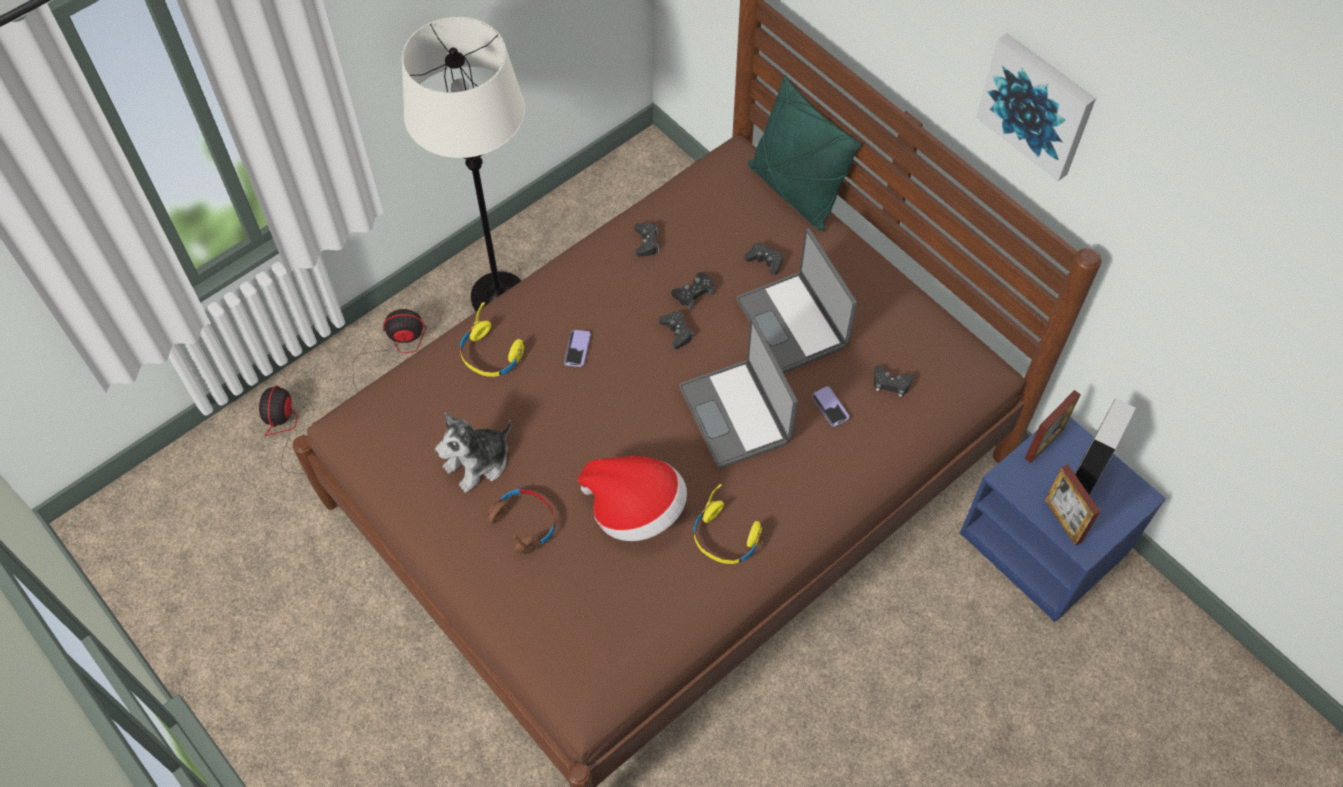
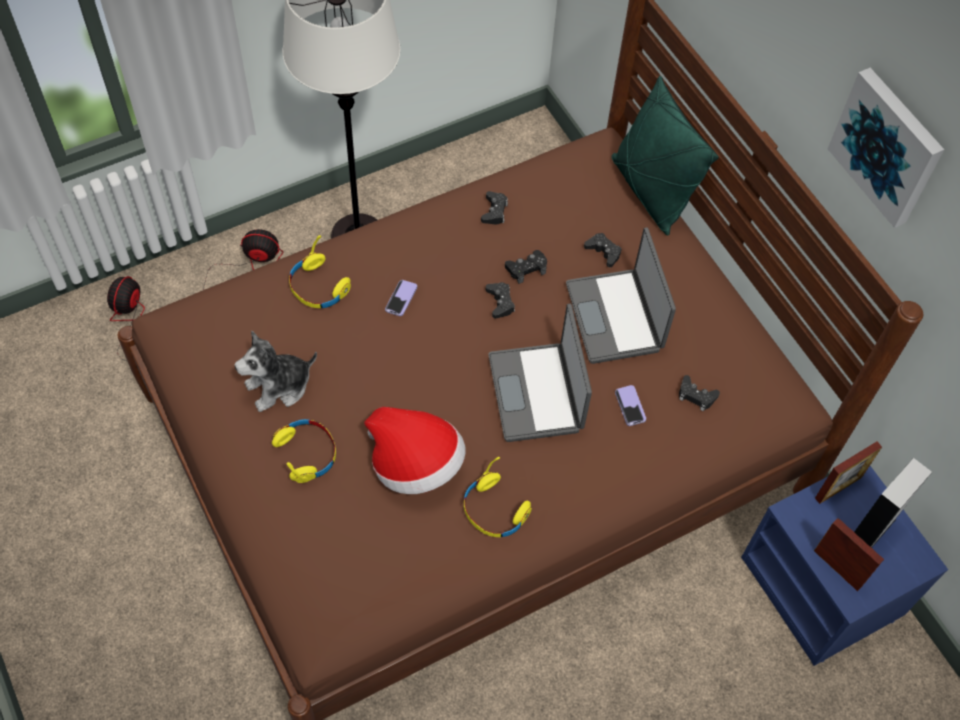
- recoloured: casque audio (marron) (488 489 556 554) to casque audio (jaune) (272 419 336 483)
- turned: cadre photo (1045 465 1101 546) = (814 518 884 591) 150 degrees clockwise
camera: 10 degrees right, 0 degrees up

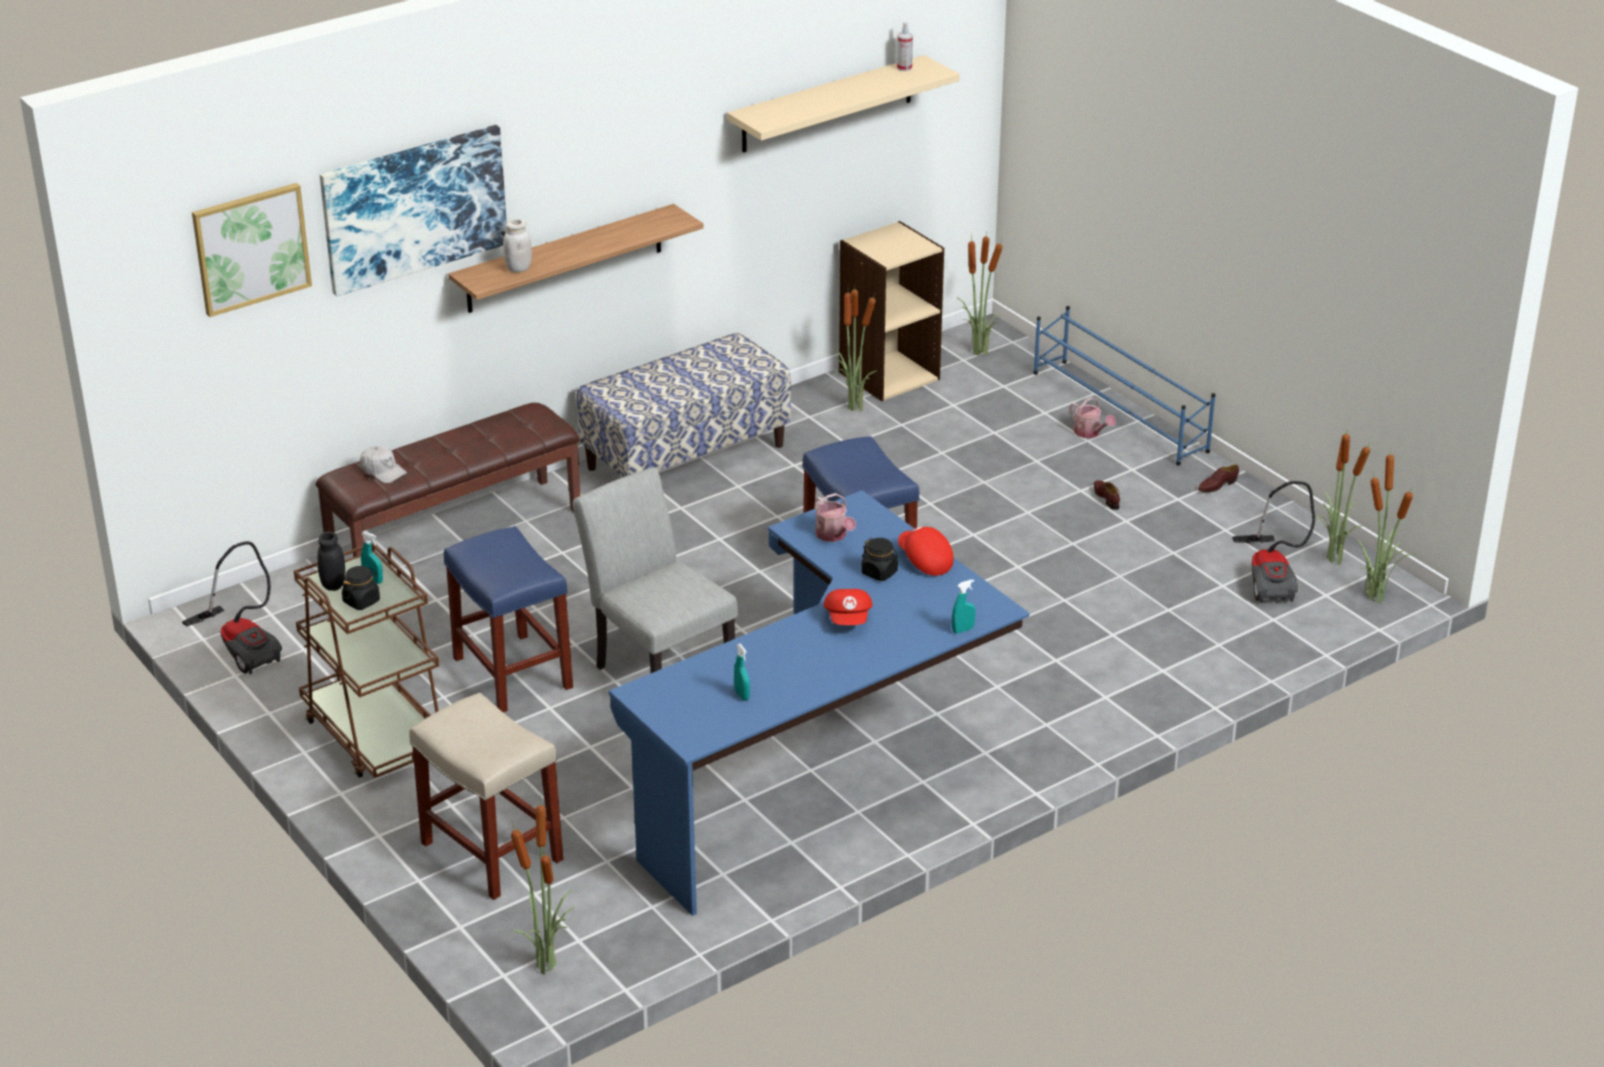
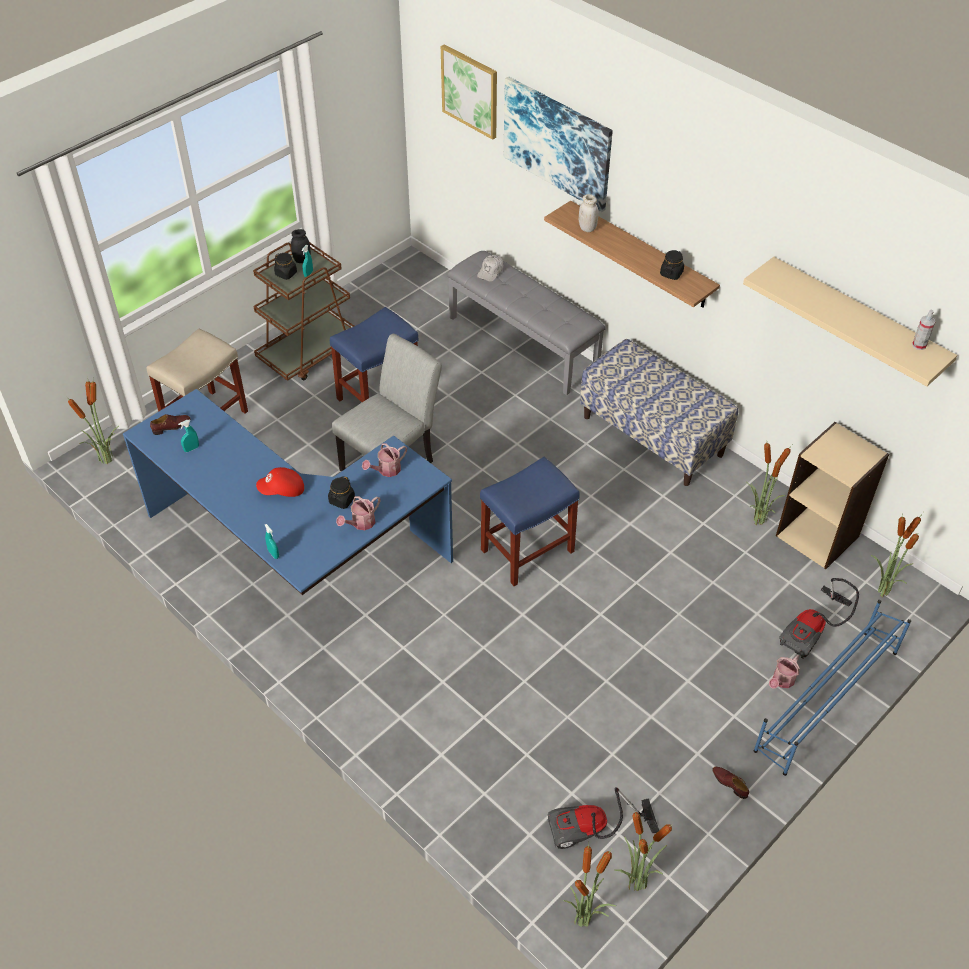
- added: bocal (noir) (660 250 684 280)
- moved: aspirateur (182 541 282 674) to (779 578 859 659)
- moved: chaussure (marron) (1094 480 1120 510) to (150 414 190 435)
- replaced: casquette (rouge) (898 526 954 576) to arrosoir (336 496 380 530)
- recoloured: banc (marron) (315 403 580 557) to banc (gris) (447 251 606 395)
camera: 80 degrees right, 15 degrees up

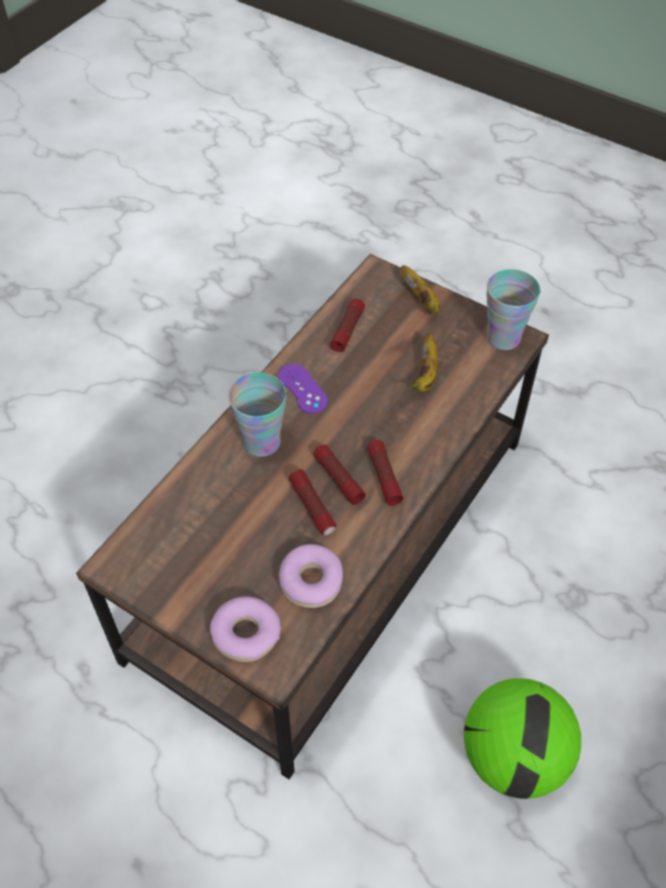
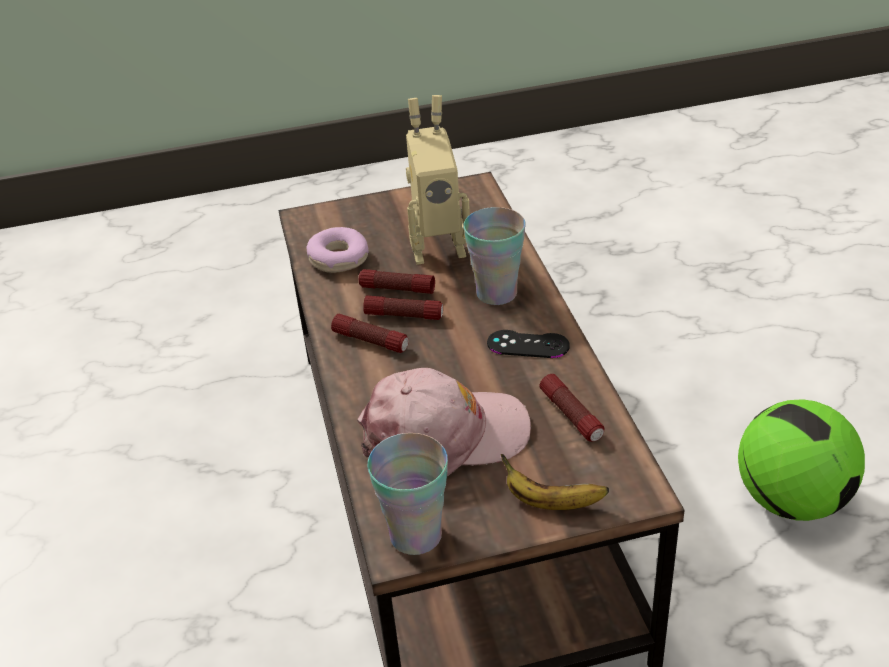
- removed: beignet (210 596 281 662)
- added: robot jouet (406 95 470 265)
- moved: ballon de foot (464 678 581 799) to (738 400 865 521)
- replaced: banane (407 333 438 392) to casquette (rose) (357 368 531 476)
- recoloured: manette (violet) (278 364 328 414) to manette (noir) (487 330 570 358)
camera: 135 degrees right, 15 degrees down

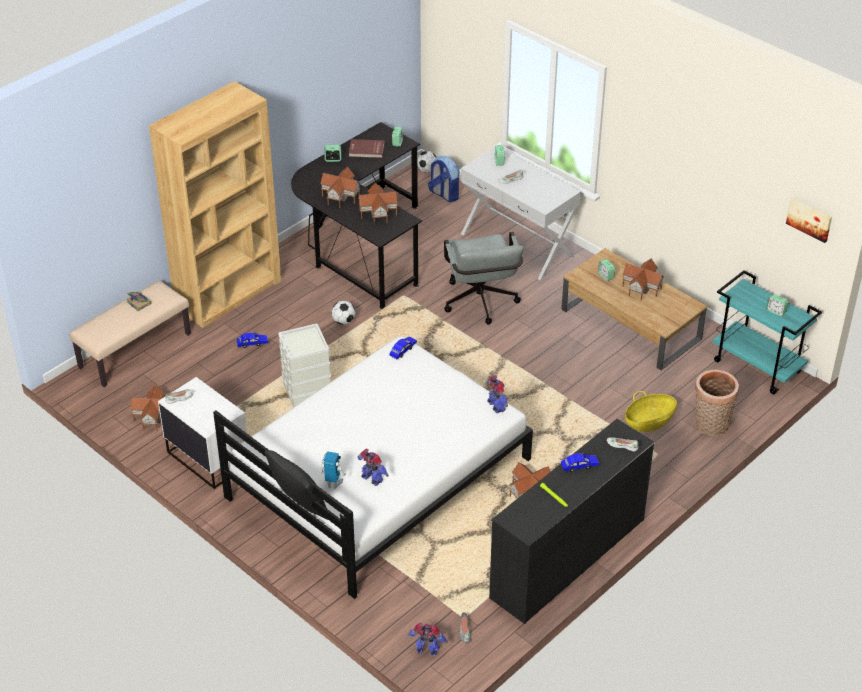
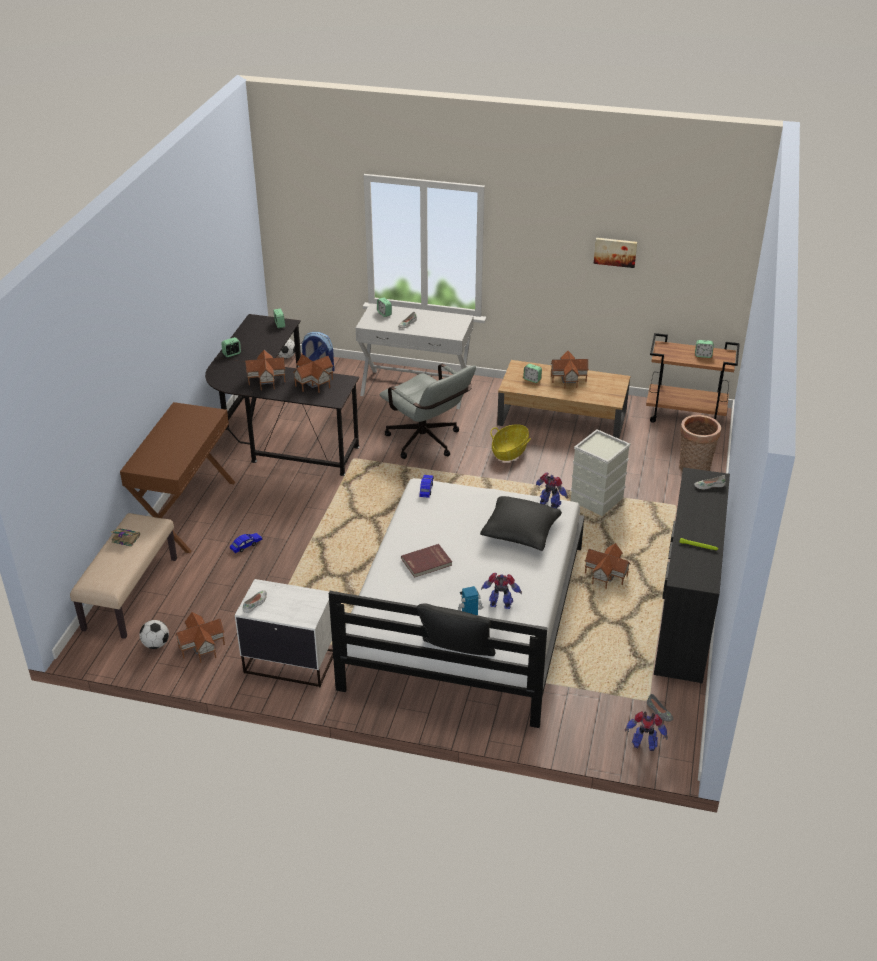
- removed: petite voiture (bleu) (561 453 599 472)
- added: coussin (noir) (480 496 562 551)
- moved: boîte de rangement (gris) (278 324 331 407) to (571 429 630 516)
- moved: ballon de foot (331 301 356 325) to (139 620 169 649)
- moved: livre (rouge) (349 139 384 158) to (401 544 452 578)
- moved: panier (625 391 677 432) to (490 424 531 461)
- moved: tableau (786 198 832 243) to (594 238 637 268)
- replaced: bibliothèque (marron) (149 81 281 328) to table console (marron) (120 402 235 553)
- recoloured: chariot (turquoise) (712 270 822 394) to chariot (marron) (646 333 740 425)
- turned: robot jouet (408 623 448 656) = (625 711 668 751) 150 degrees counterclockwise
camera: 30 degrees left, 5 degrees down

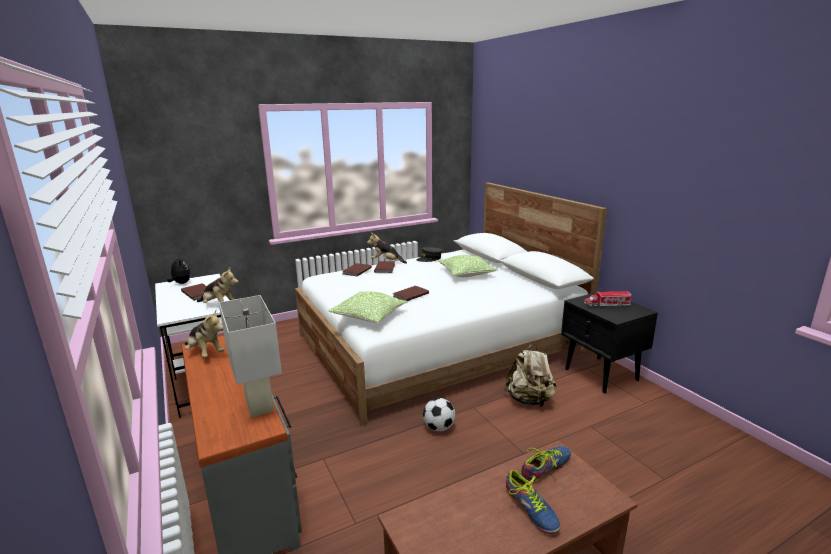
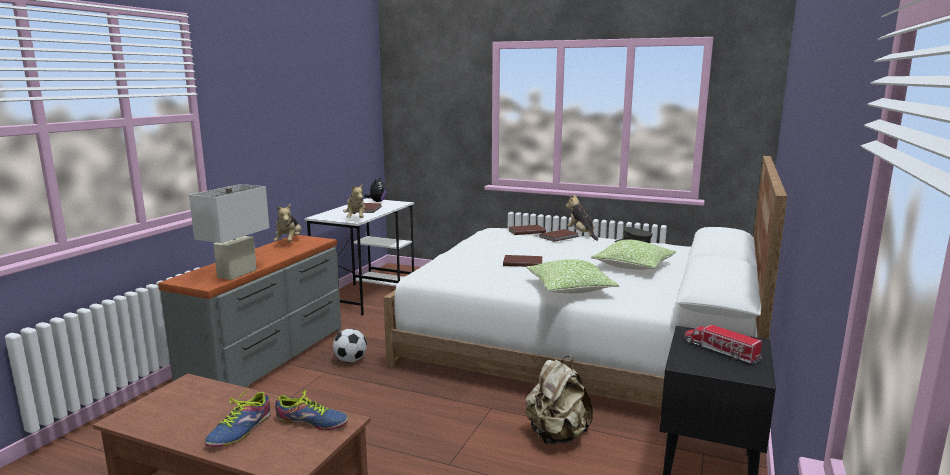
- moved: coussin (328 291 408 323) to (526 259 620 293)
- moved: ballon de foot (423 398 455 432) to (333 329 367 362)
camera: 50 degrees right, 5 degrees down

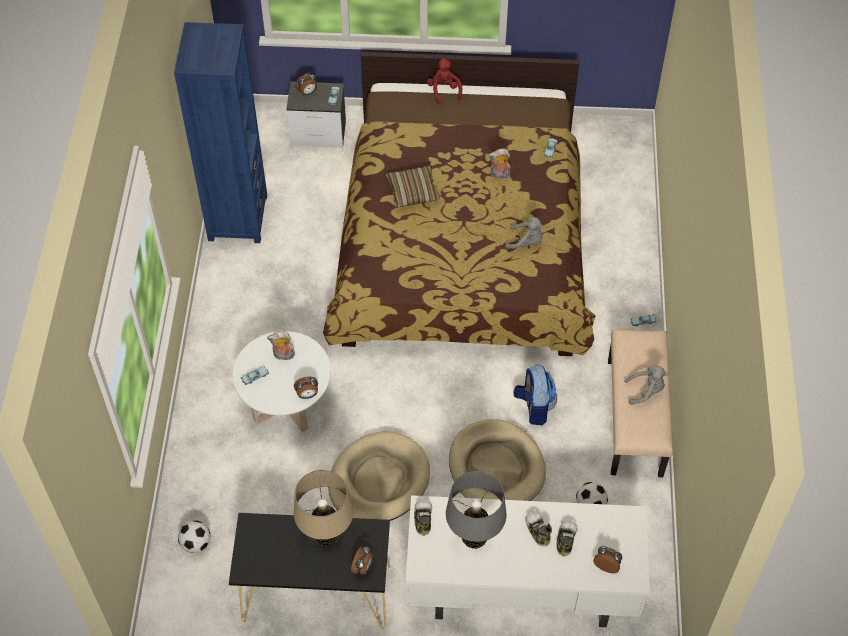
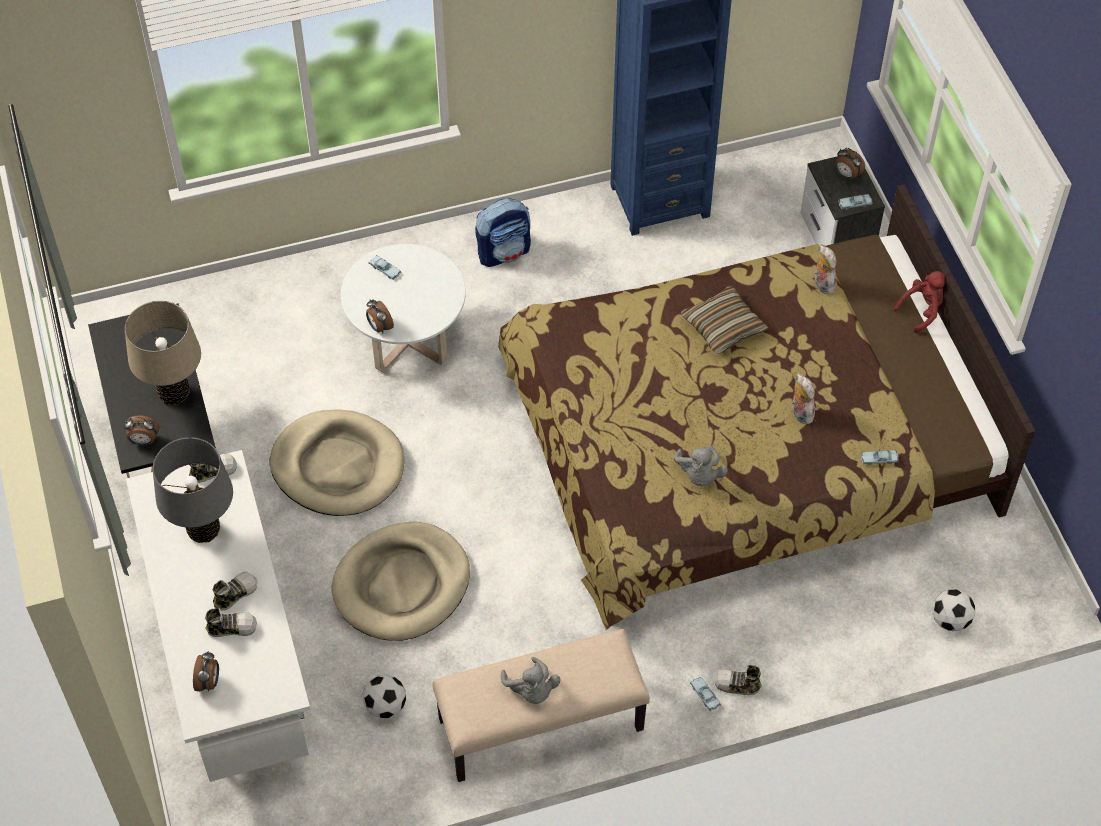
- added: chaussure (714 665 762 695)
- moved: ballon de foot (178 520 210 553) to (933 589 975 631)
- moved: peluche (267 331 295 360) to (814 244 837 294)
- moved: sac à dos (513 364 557 425) to (475 198 531 267)
camera: 70 degrees right, 0 degrees up

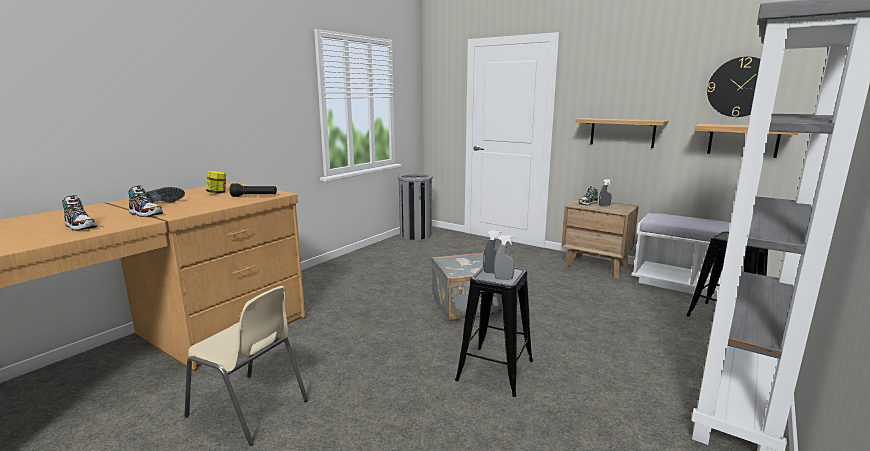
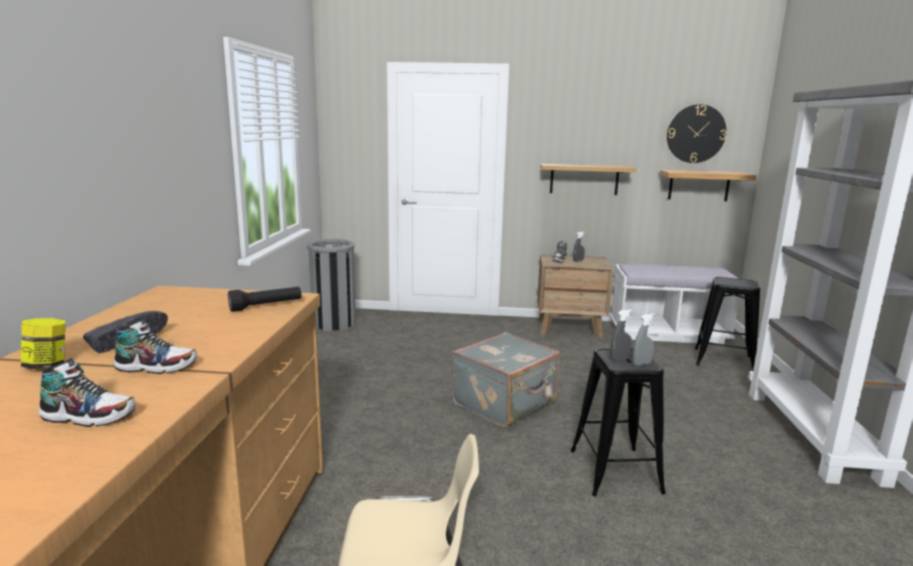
- moved: bocal (206 171 226 193) to (21 318 66 369)
camera: 30 degrees left, 0 degrees up

